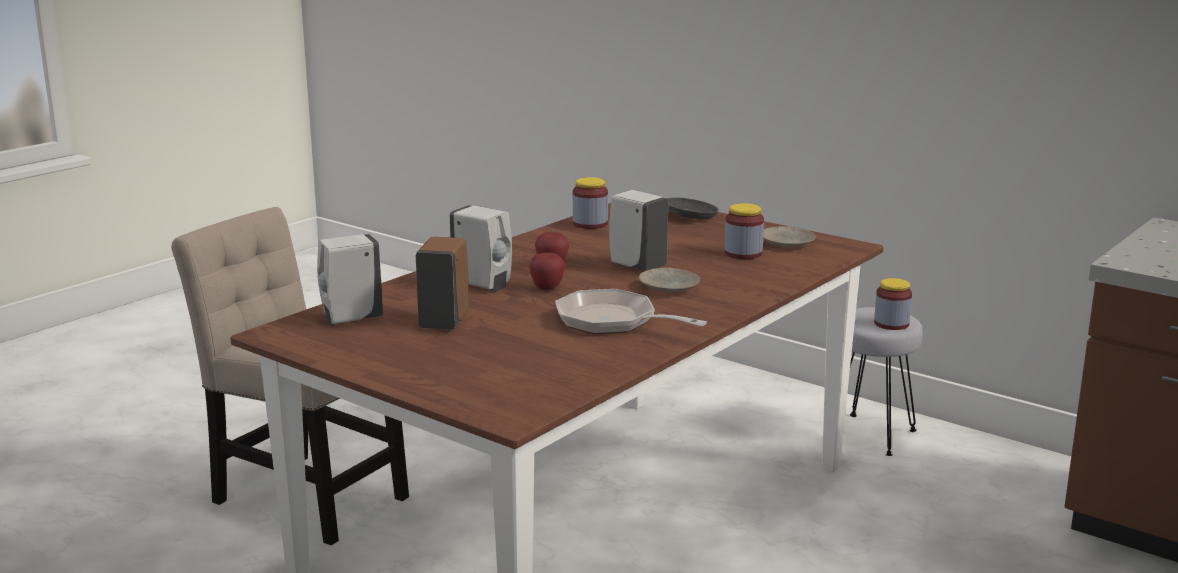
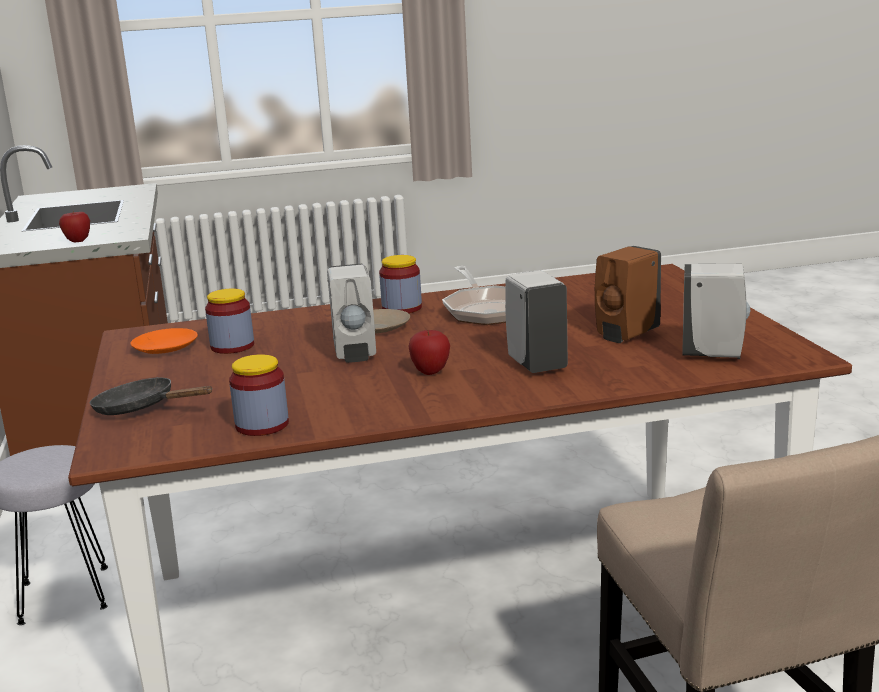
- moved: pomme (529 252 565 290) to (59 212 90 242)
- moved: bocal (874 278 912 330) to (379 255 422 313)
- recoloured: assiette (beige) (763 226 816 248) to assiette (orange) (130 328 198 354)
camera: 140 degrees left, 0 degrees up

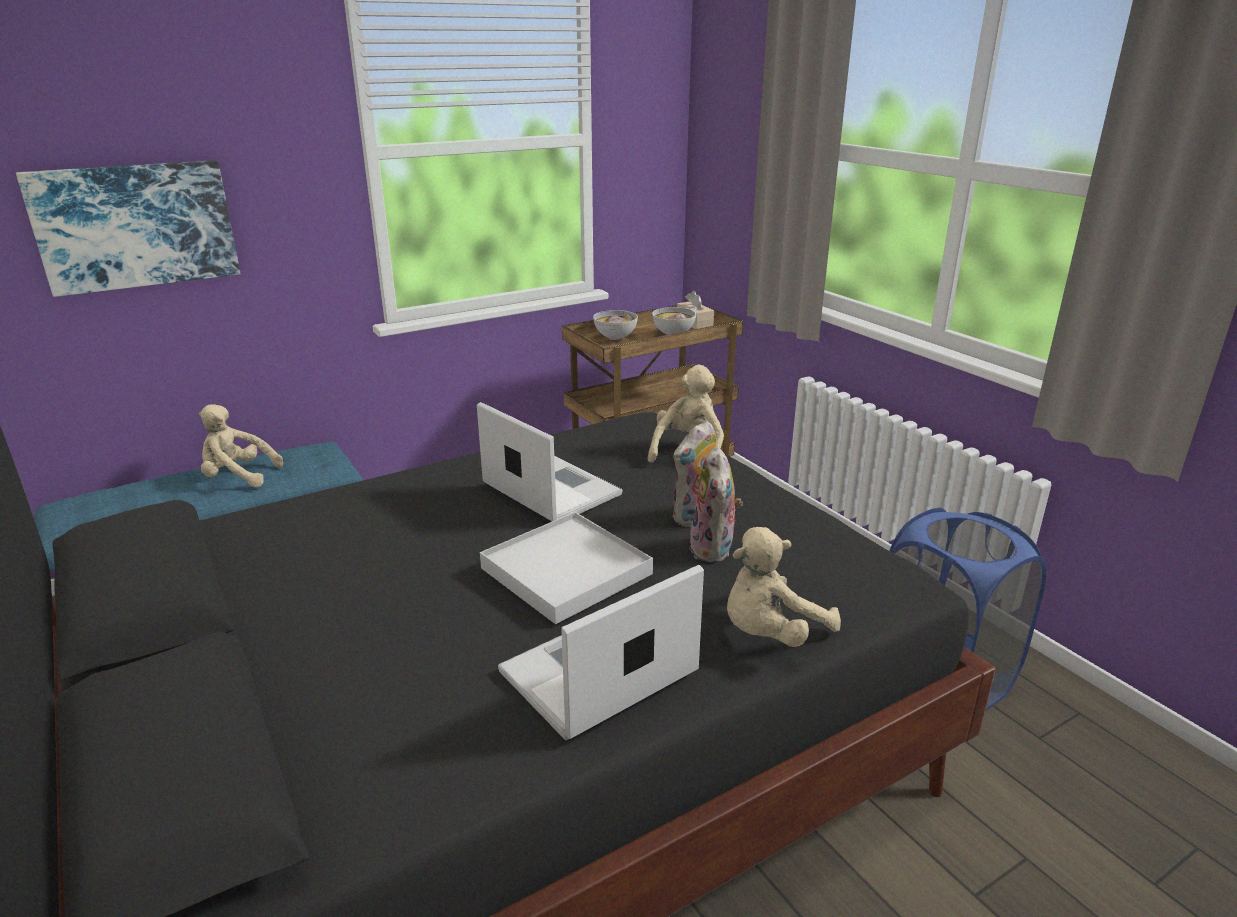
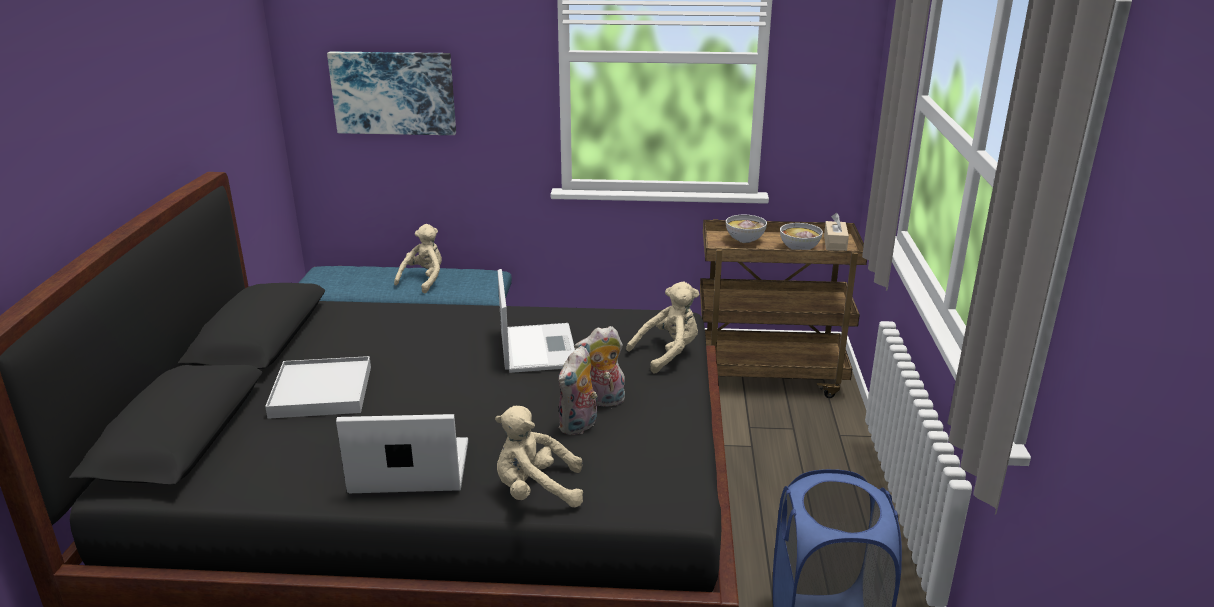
- moved: plateau (blanc) (480 512 653 624) to (265 356 371 419)
- turned: peluche (beige) (199 404 283 487) = (394 224 442 293) 75 degrees clockwise
camera: 35 degrees right, 0 degrees up

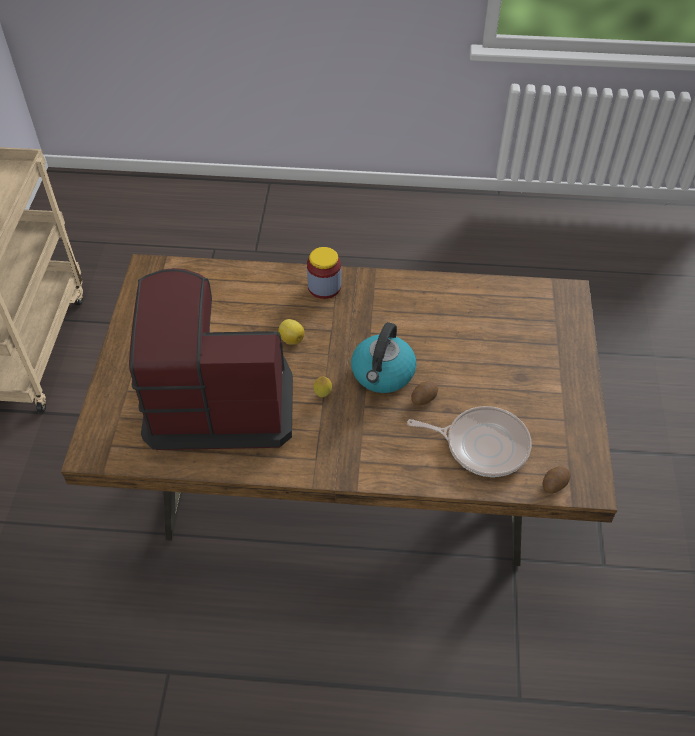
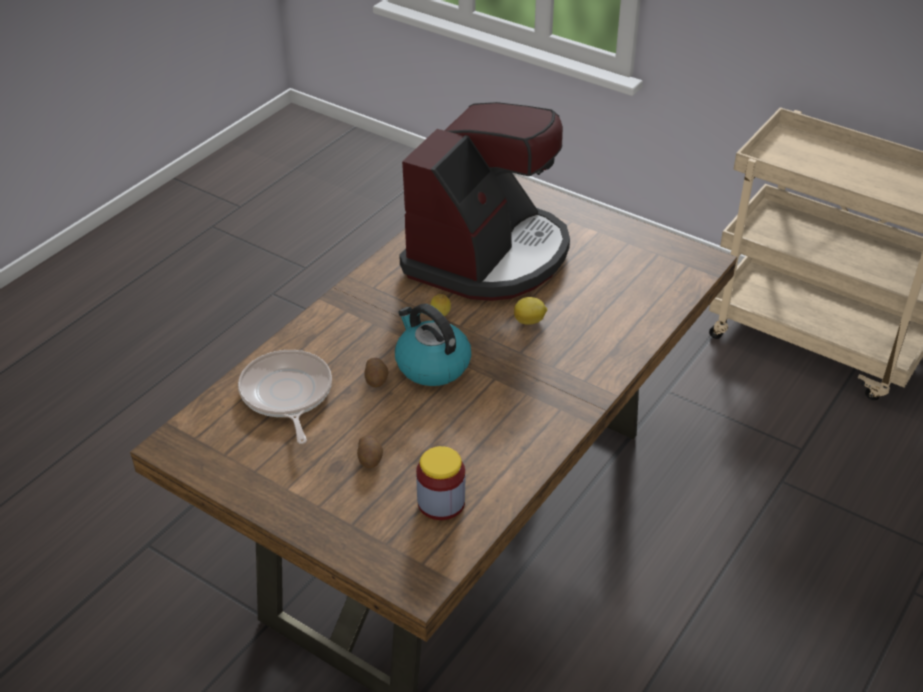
- moved: bocal (307 247 341 299) to (416 446 465 520)
- moved: pomme de terre (543 466 570 494) to (357 436 383 468)
- turned: poêle (407 406 531 477) = (238 350 332 444) 120 degrees clockwise
camera: 120 degrees right, 10 degrees down

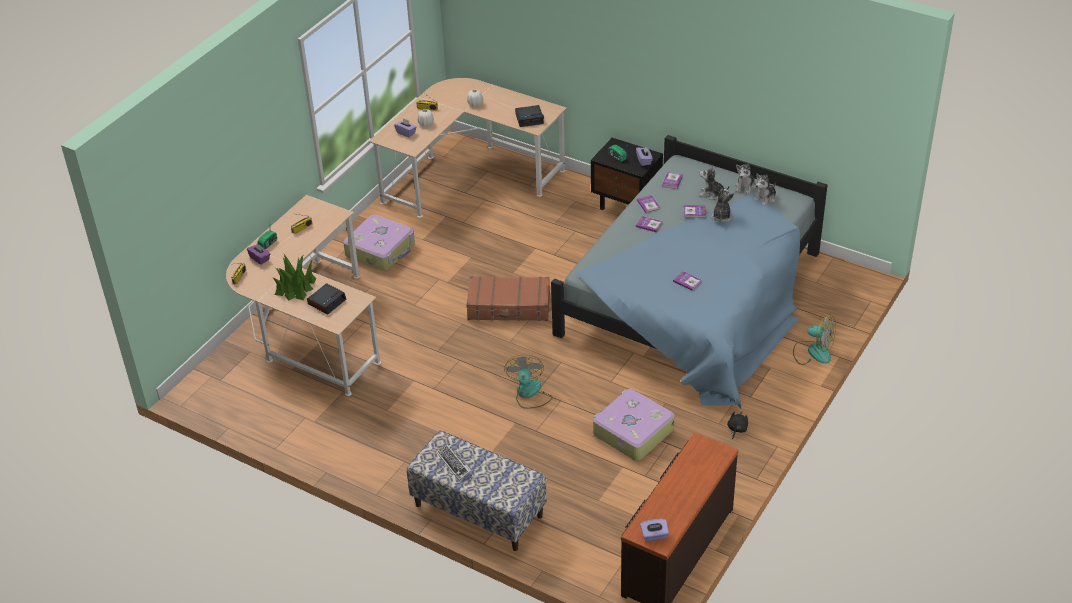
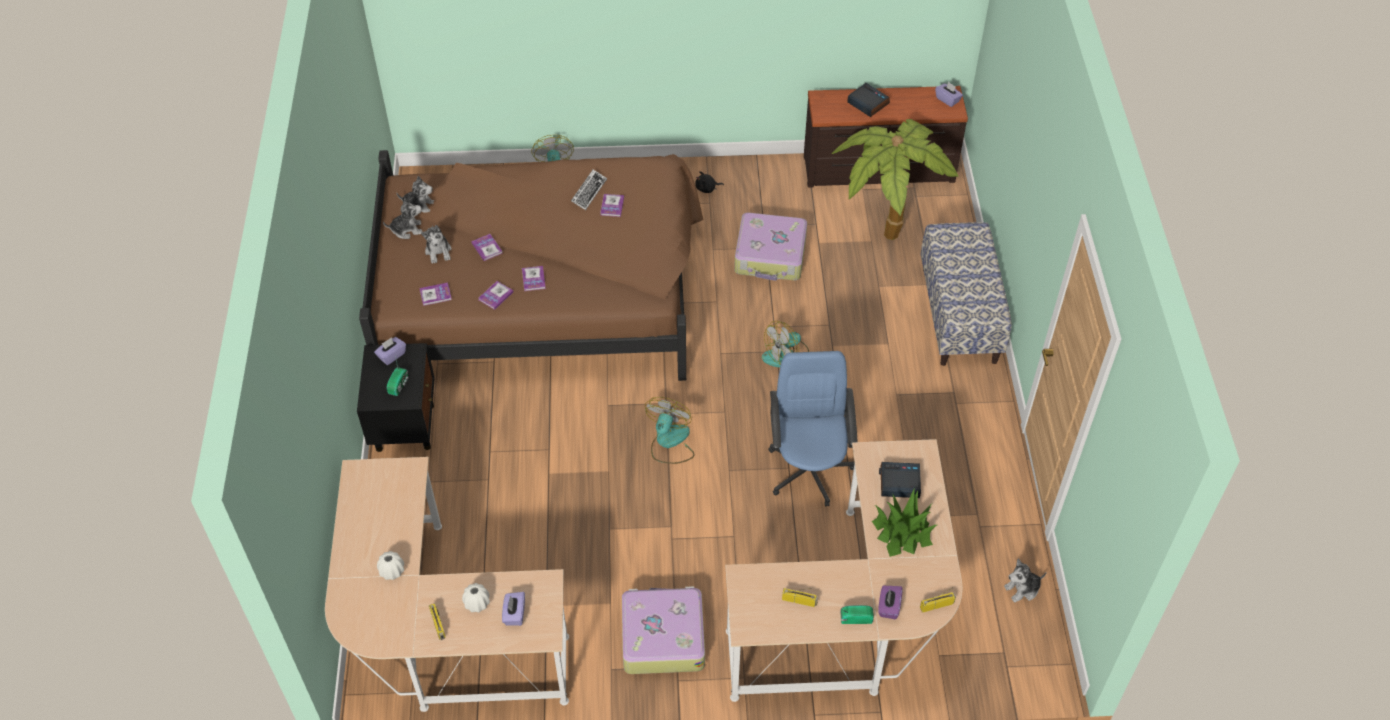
- added: chaise de bureau (bleu) (768 351 858 507)
- added: plante en pot (832 119 959 240)
- moved: clavier (437 443 472 481) to (571 170 607 210)
- moved: réveil (515 105 544 127) to (847 83 890 117)
- moved: peluche (711 188 734 222) to (1004 559 1047 603)
- replaced: valise (marron) (466 276 550 321) to ventilateur (645 397 694 464)
- recoloured: lit (bleu) (551 135 827 409) to lit (marron) (359 150 703 381)
camera: 125 degrees left, 10 degrees up

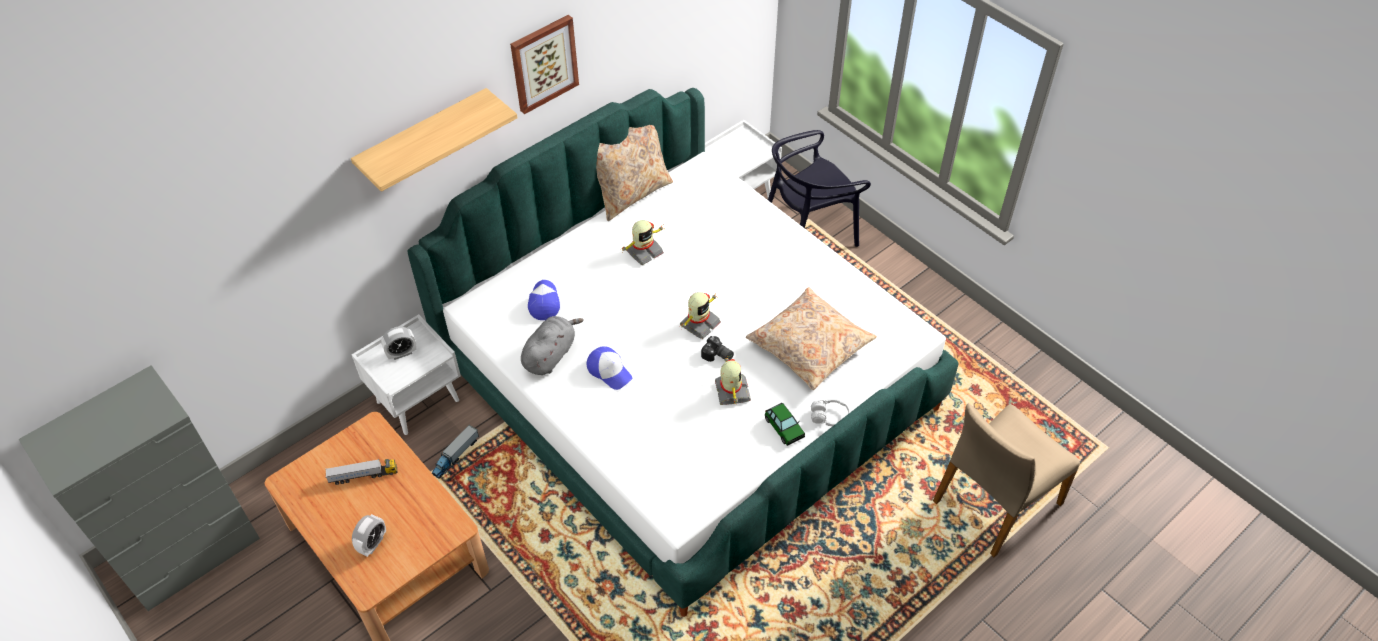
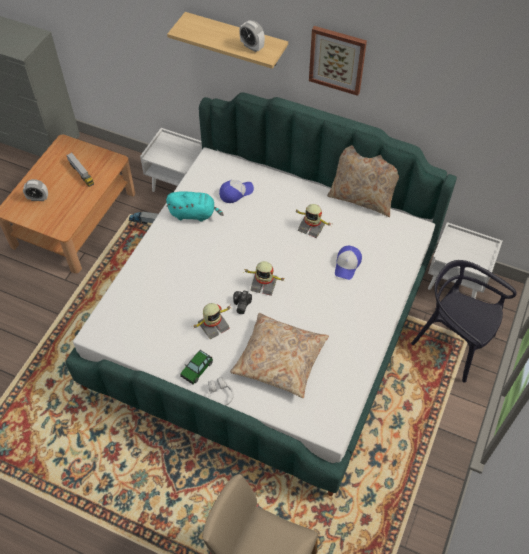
- moved: réveil (381 326 417 360) to (239 20 265 52)
- moved: casquette (587 346 633 390) to (335 246 362 280)
- recoloured: peluche (gris) (521 316 584 375) to peluche (turquoise) (166 191 224 222)
camera: 65 degrees right, 5 degrees up

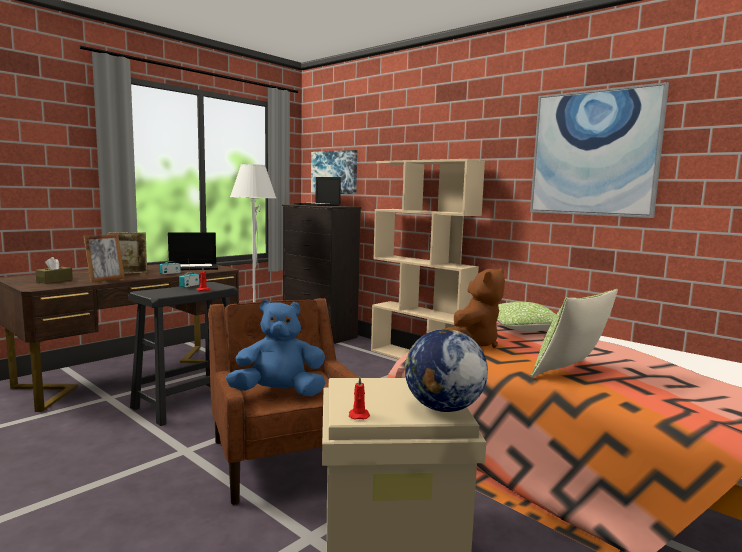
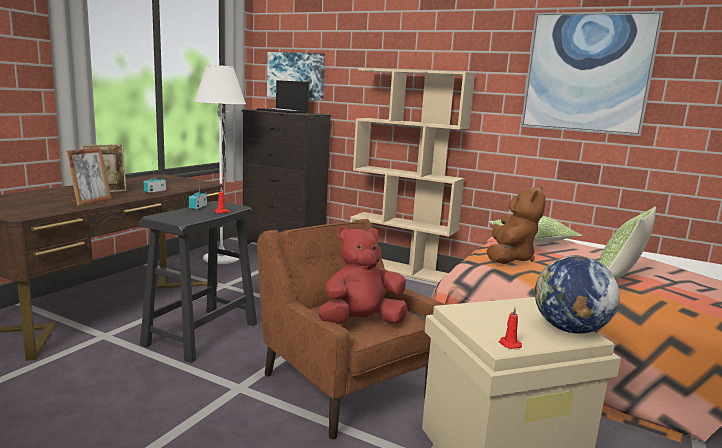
- removed: boîte à mouchoirs (marron) (35 257 73 284)
- removed: ordinateur portable (168 232 218 270)
- recoloured: peluche (bleu) (226 300 326 396) to peluche (rouge) (318 227 408 324)
camera: 15 degrees left, 5 degrees up

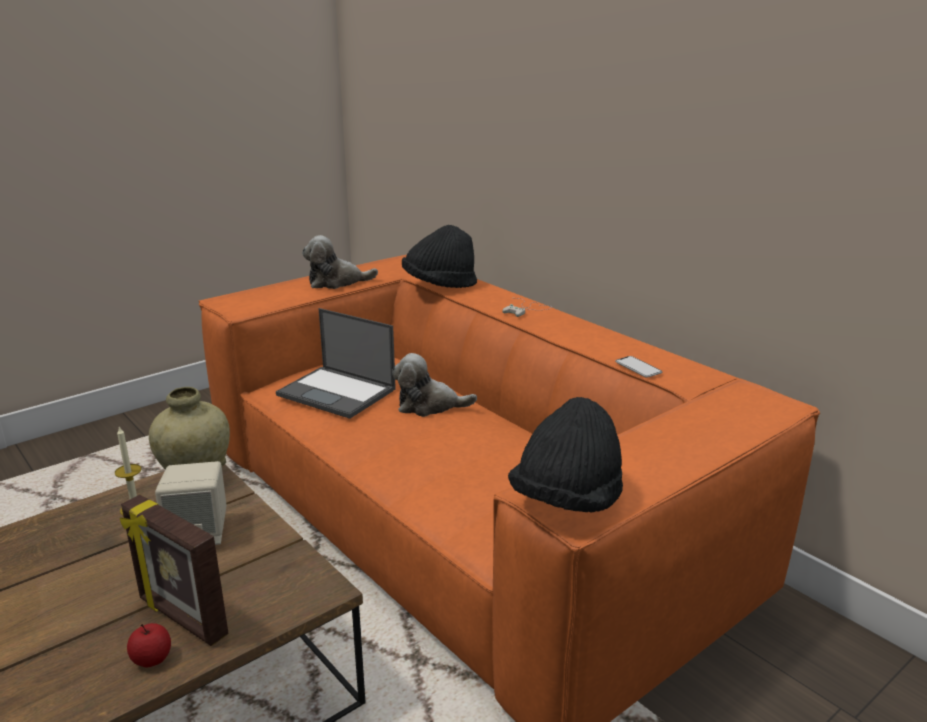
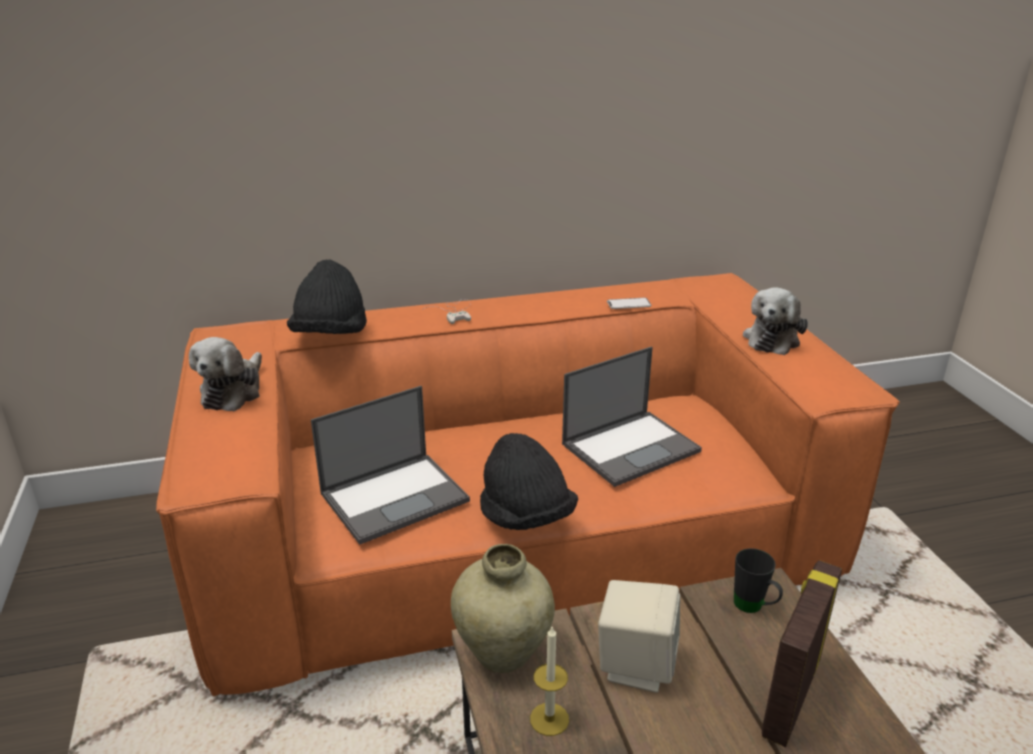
- removed: pomme (127 623 171 667)
- added: ordinateur portable (562 346 702 487)
- added: mug (noir) (734 548 783 613)
- moved: peluche (392 353 477 417) to (743 287 808 355)
- moved: chapeau (noir) (508 397 623 512) to (480 433 578 530)
- turned: cadre photo (120 495 228 646) = (762 560 842 747) 150 degrees clockwise
camera: 65 degrees left, 5 degrees up

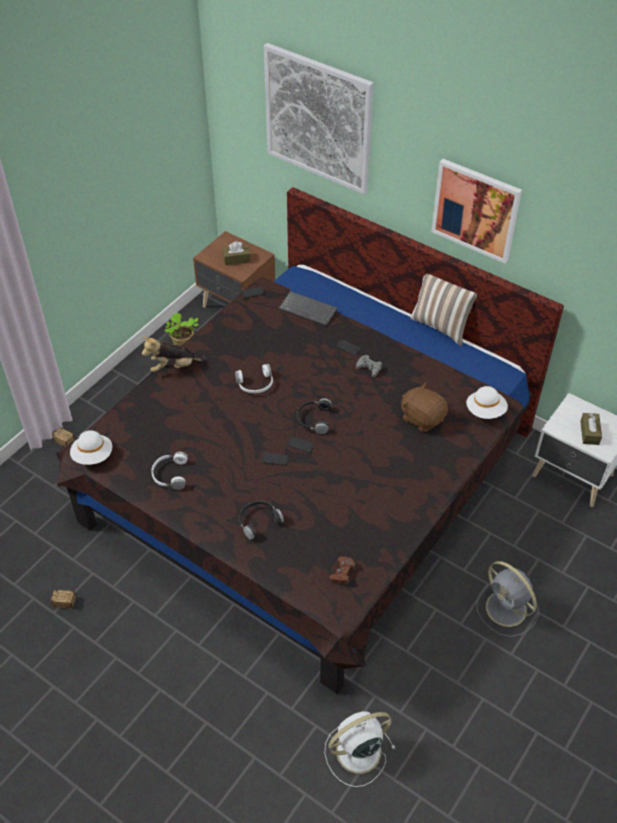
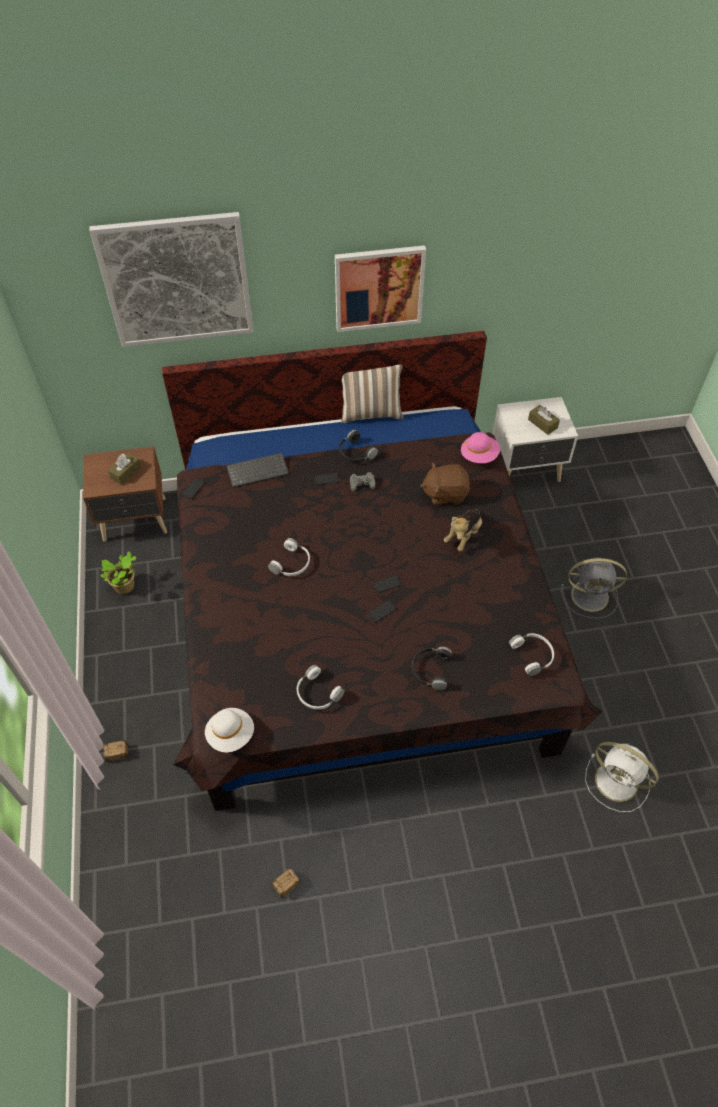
- moved: peluche (142 337 207 372) to (444 509 482 551)
- moved: casque audio (noir) (297 398 332 434) to (339 430 378 462)
- replaced: manette (marron) (329 557 356 585) to casque audio (blanc) (509 633 554 676)
- recoloured: chapeau (blanc) (466 386 508 419) to chapeau (rose) (461 432 500 463)
- turned: ventilateur (blanc) (324 711 395 787) = (585 742 659 812) 75 degrees counterclockwise
camera: 45 degrees left, 5 degrees up

